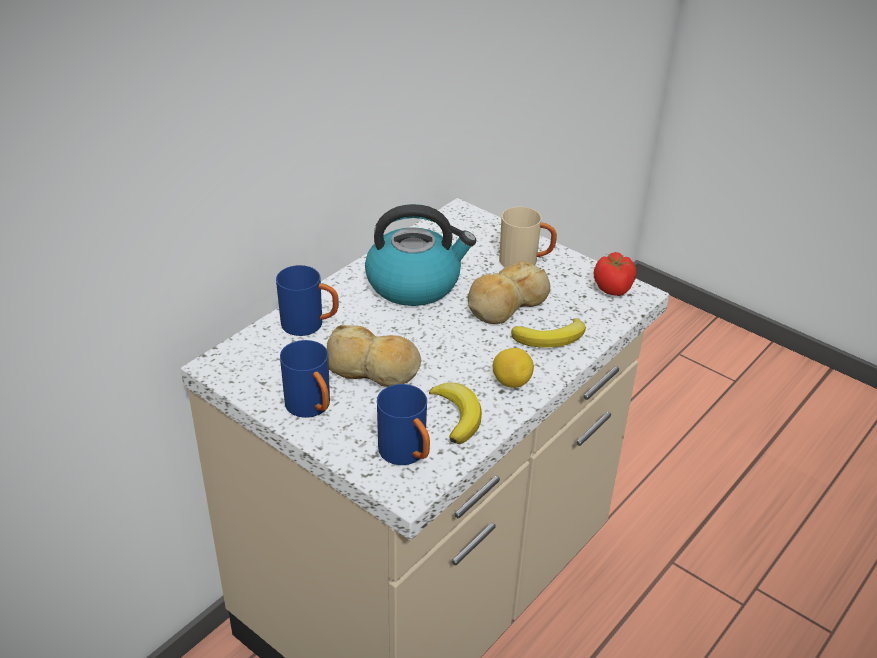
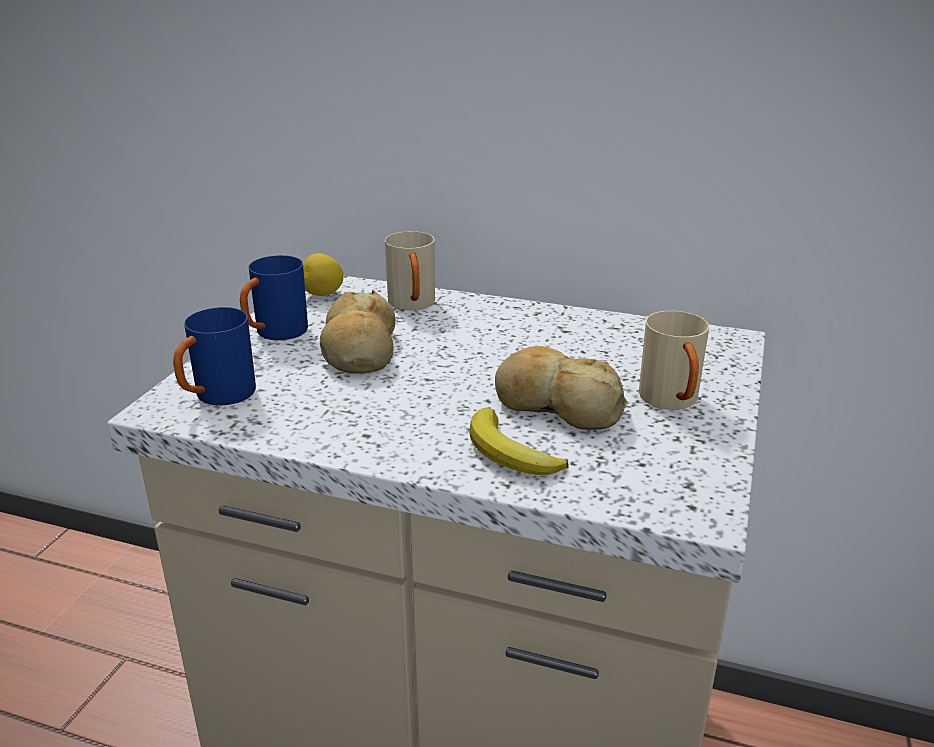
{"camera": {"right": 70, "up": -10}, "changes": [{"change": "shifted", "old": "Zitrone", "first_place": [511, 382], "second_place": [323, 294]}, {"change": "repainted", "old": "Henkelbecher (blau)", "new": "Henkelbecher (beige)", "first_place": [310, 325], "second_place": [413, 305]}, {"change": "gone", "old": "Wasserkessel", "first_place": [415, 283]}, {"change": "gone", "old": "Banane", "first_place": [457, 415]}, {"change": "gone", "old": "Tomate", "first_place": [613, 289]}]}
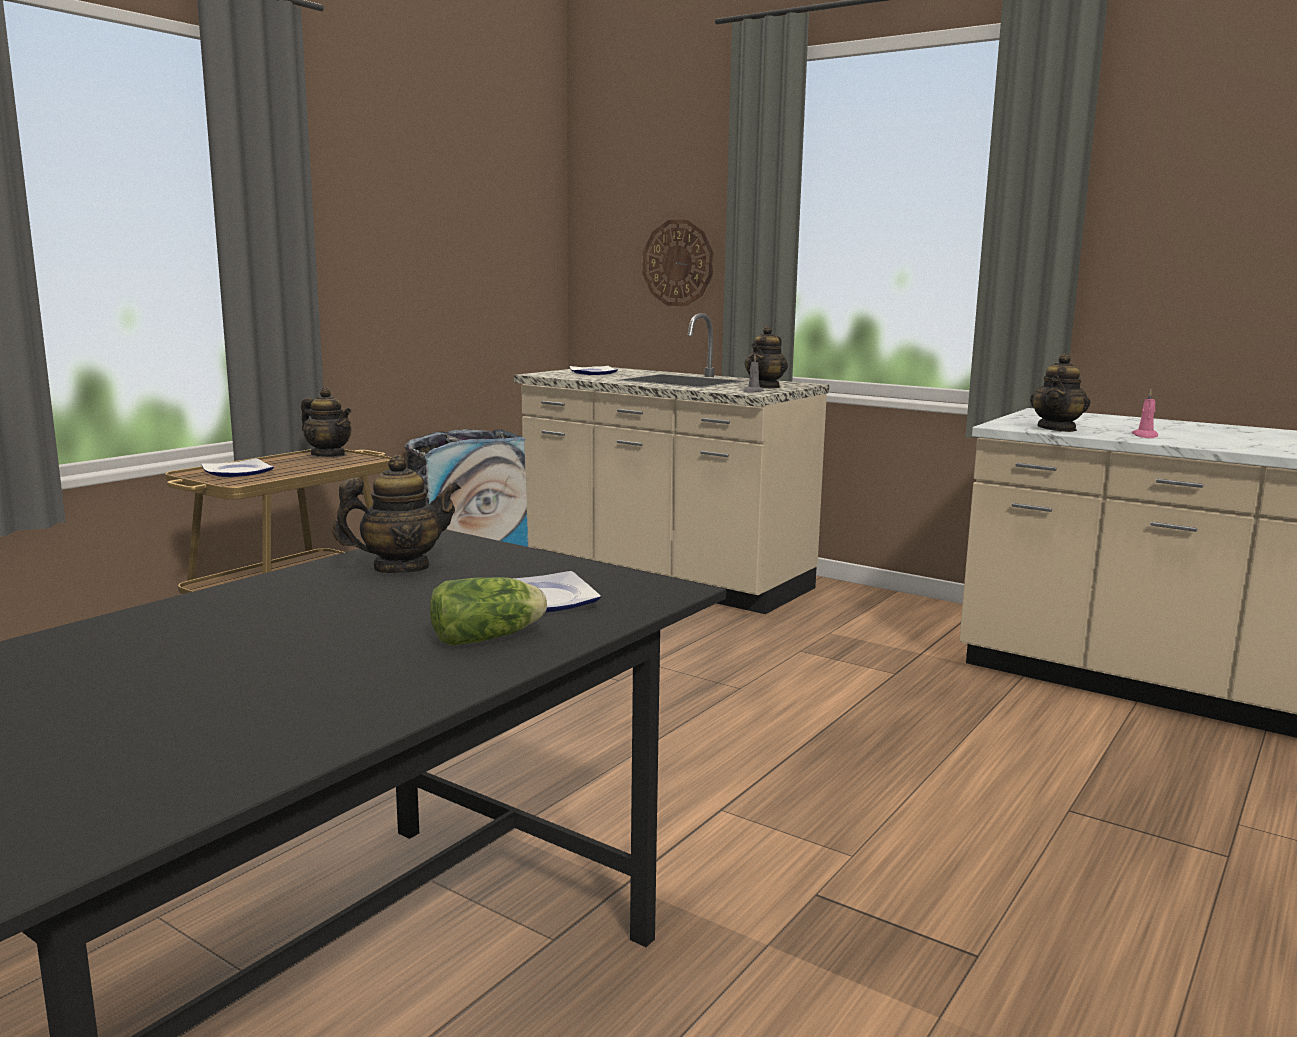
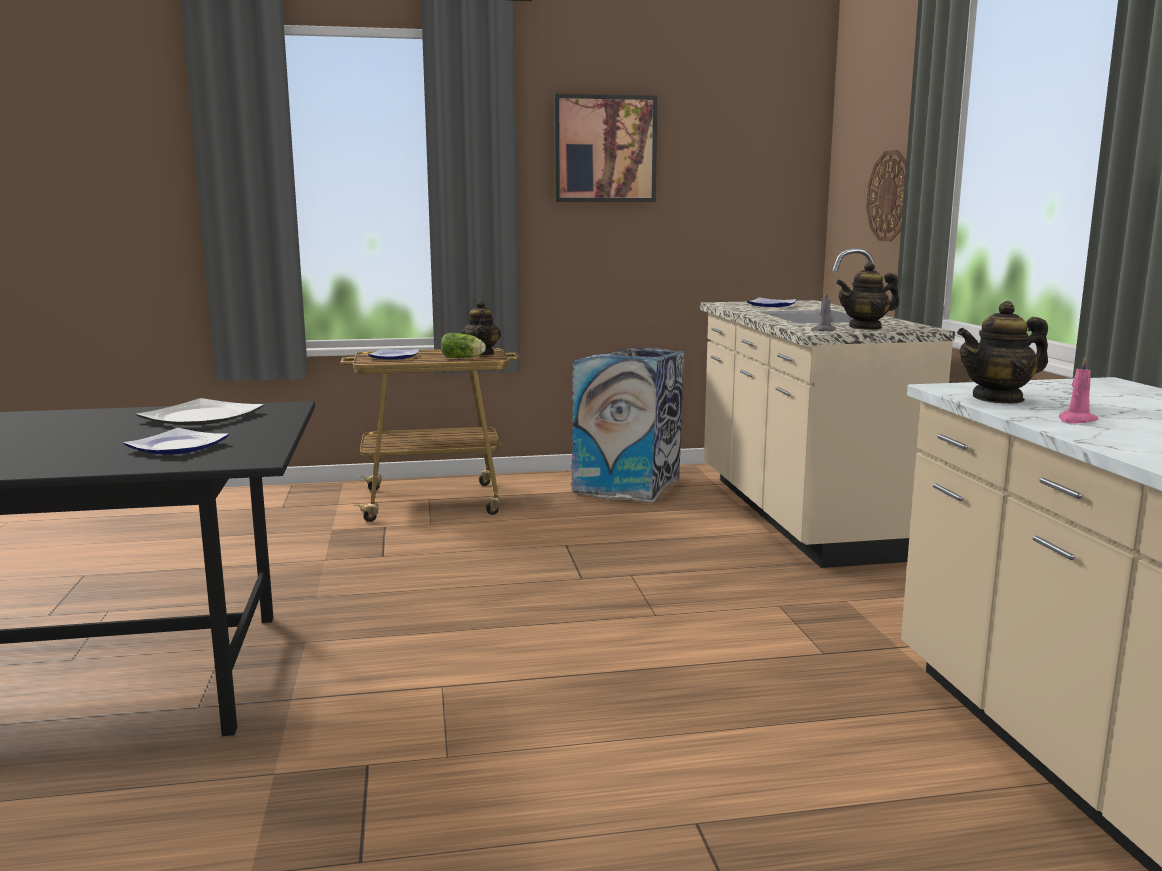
{"camera": {"right": 45, "up": 0}, "changes": [{"change": "swapped", "old": "Teekanne", "new": "Teller", "first_place": [400, 568], "second_place": [202, 417]}, {"change": "shifted", "old": "Salatkopf", "first_place": [491, 637], "second_place": [464, 358]}, {"change": "new", "new": "Bild", "second_place": [605, 149]}]}
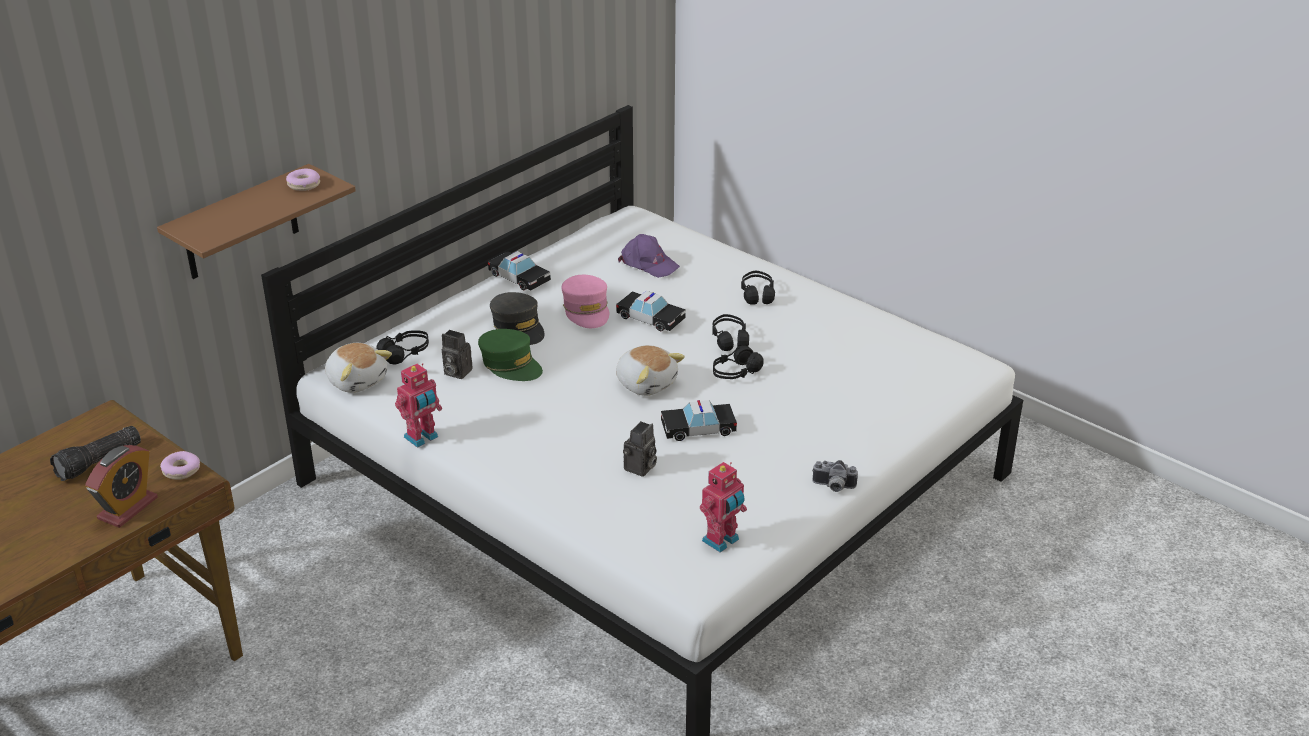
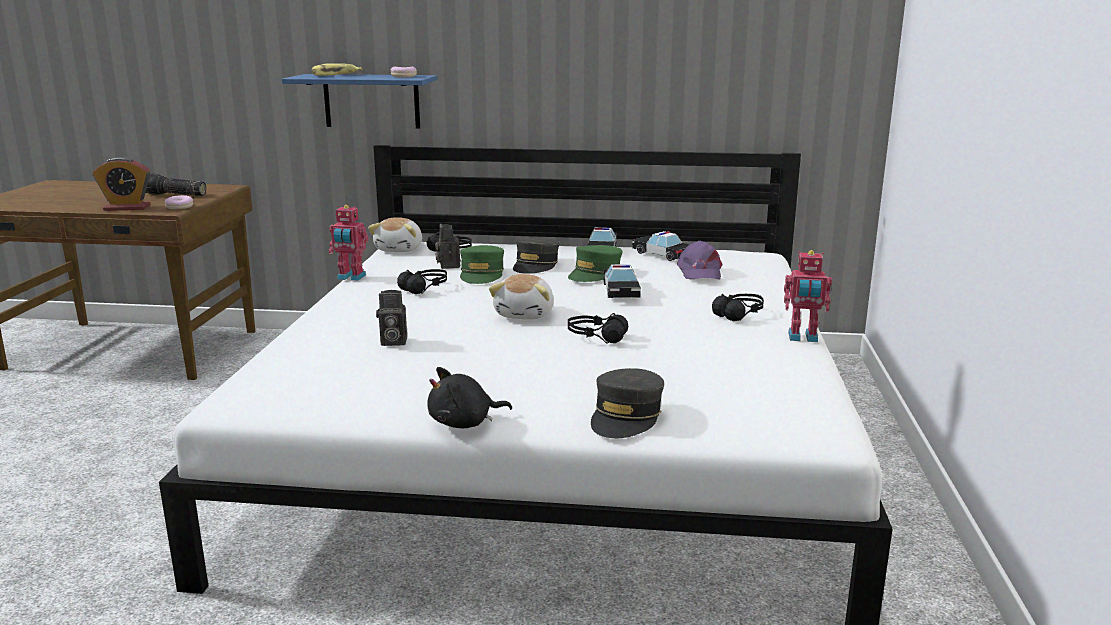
{"camera": {"right": 55, "up": -15}, "changes": [{"change": "repainted", "old": "Wandregal (braun)", "new": "Wandregal (blau)", "first_place": [240, 224], "second_place": [371, 101]}, {"change": "new", "new": "Banane", "second_place": [334, 75]}, {"change": "shifted", "old": "Kopfhörer (schwarz)", "first_place": [729, 339], "second_place": [424, 288]}, {"change": "swapped", "old": "Kamera", "new": "Plüschtier (schwarz)", "first_place": [833, 487], "second_place": [464, 423]}, {"change": "repainted", "old": "Kappe (rosa)", "new": "Kappe (grün)", "first_place": [586, 310], "second_place": [595, 274]}, {"change": "new", "new": "Kappe (grau)", "second_place": [626, 417]}, {"change": "shifted", "old": "Spielzeugauto", "first_place": [698, 428], "second_place": [662, 254]}, {"change": "shifted", "old": "Spielzeugroboter", "first_place": [722, 541], "second_place": [803, 338]}]}
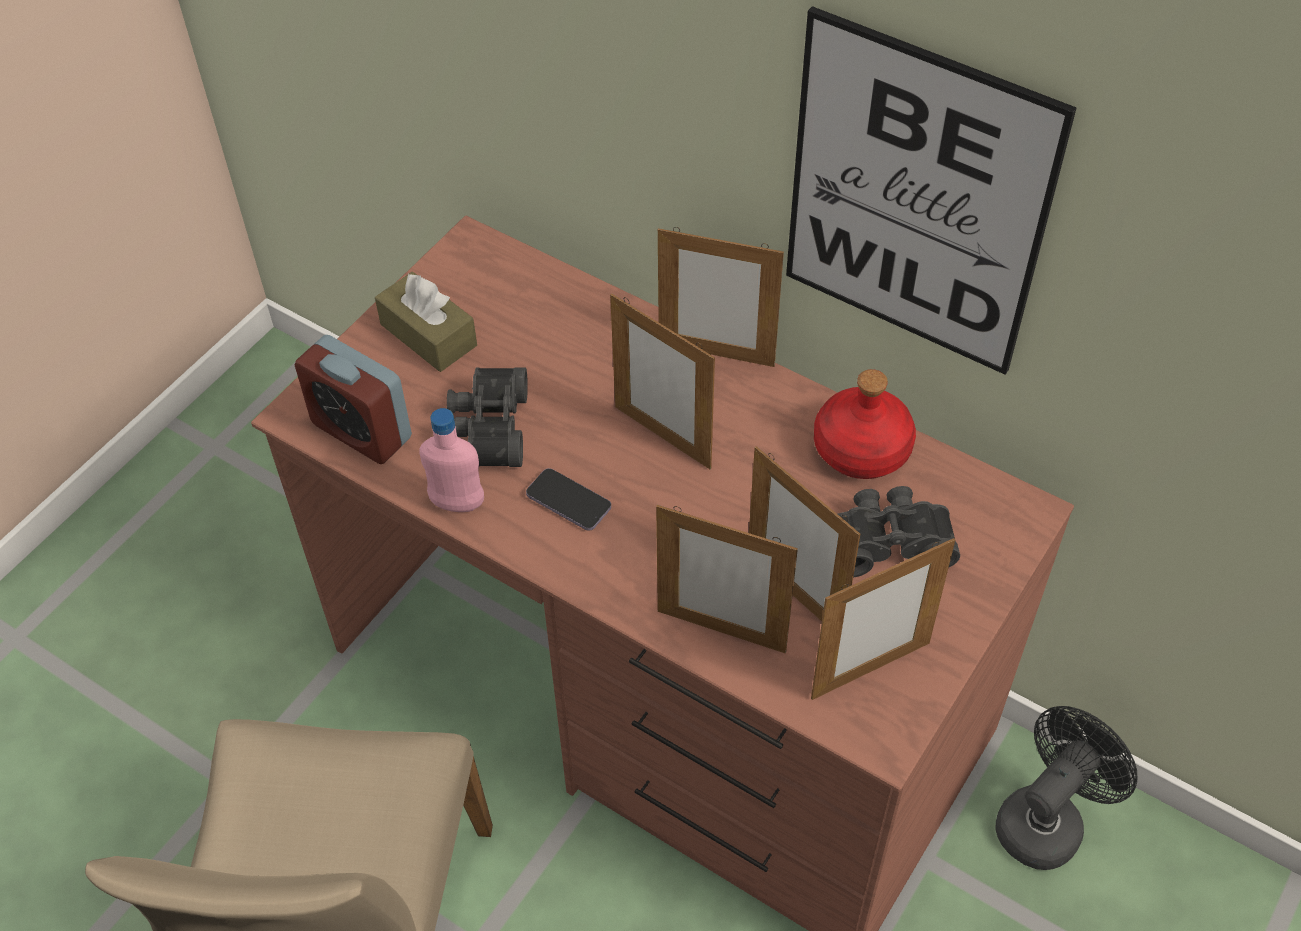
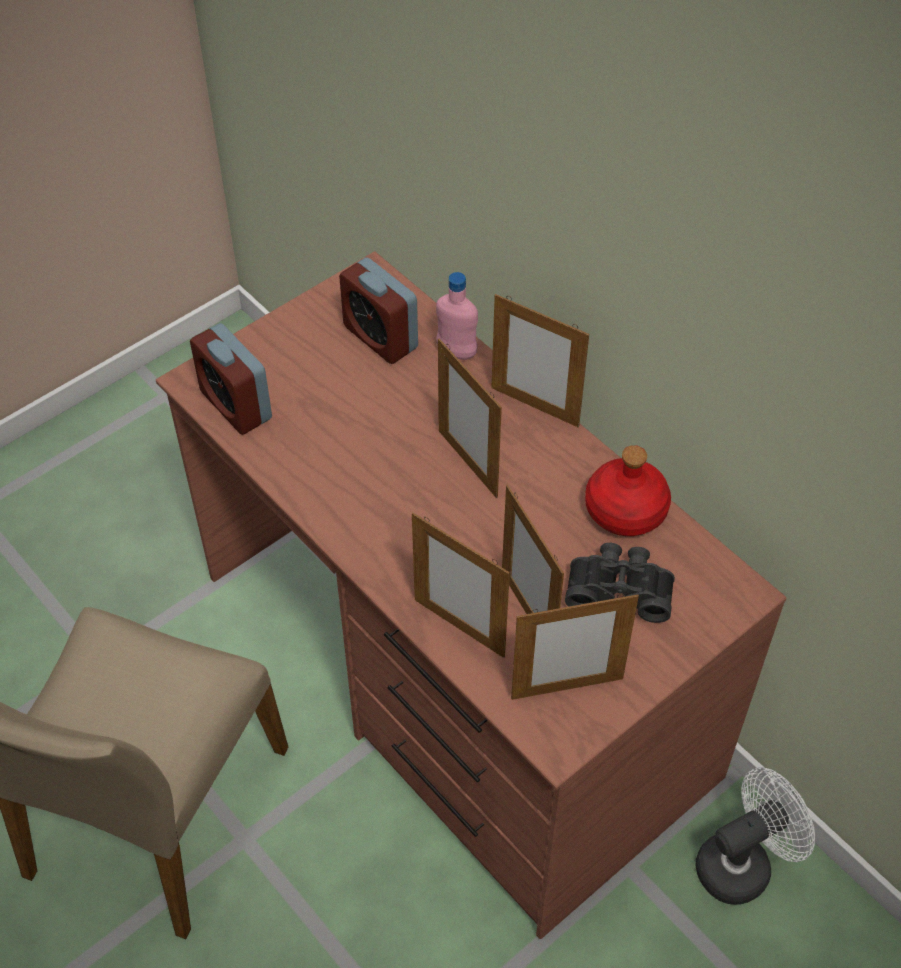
{"camera": {"right": 15, "up": 0}, "changes": [{"change": "new", "new": "Wecker", "second_place": [380, 337]}, {"change": "shifted", "old": "Flasche (rosa)", "first_place": [457, 503], "second_place": [456, 352]}, {"change": "repainted", "old": "Ventilator (schwarz)", "new": "Ventilator (weiß)", "first_place": [1046, 820], "second_place": [742, 863]}, {"change": "gone", "old": "Taschentuchbox (braun)", "first_place": [428, 335]}, {"change": "gone", "old": "Fernglas (schwarz)", "first_place": [487, 427]}, {"change": "gone", "old": "Handy", "first_place": [568, 501]}, {"change": "gone", "old": "Bild", "first_place": [916, 199]}]}
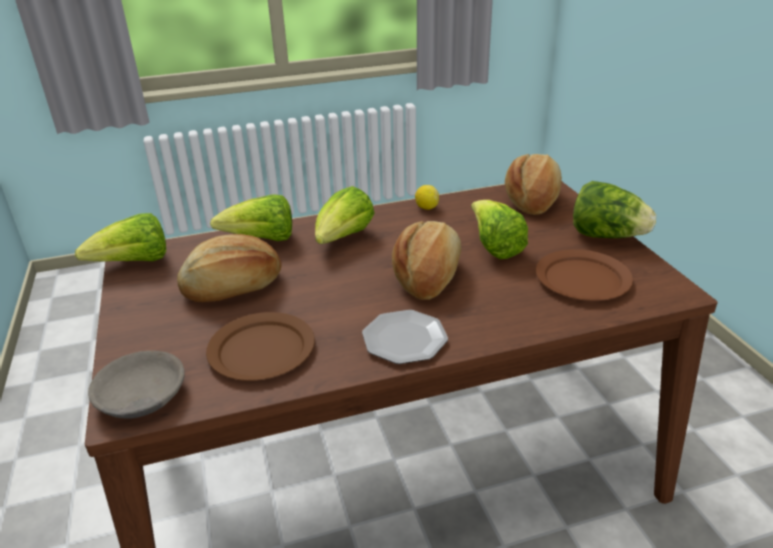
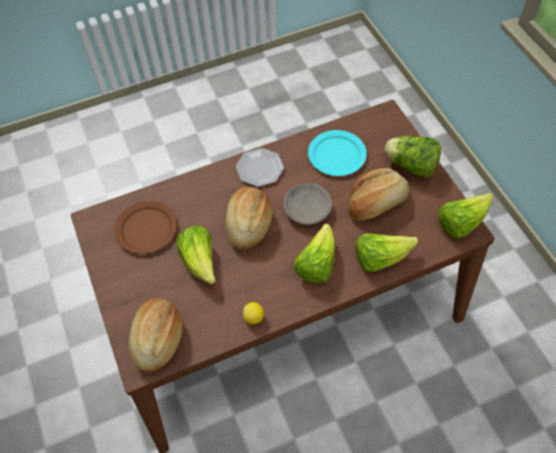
{"camera": {"right": 175, "up": 25}, "changes": [{"change": "shifted", "old": "Schüssel (grau)", "first_place": [140, 397], "second_place": [307, 208]}, {"change": "repainted", "old": "Teller (braun)", "new": "Teller (türkis)", "first_place": [261, 350], "second_place": [337, 155]}, {"change": "shifted", "old": "Salatkopf", "first_place": [606, 236], "second_place": [411, 166]}]}
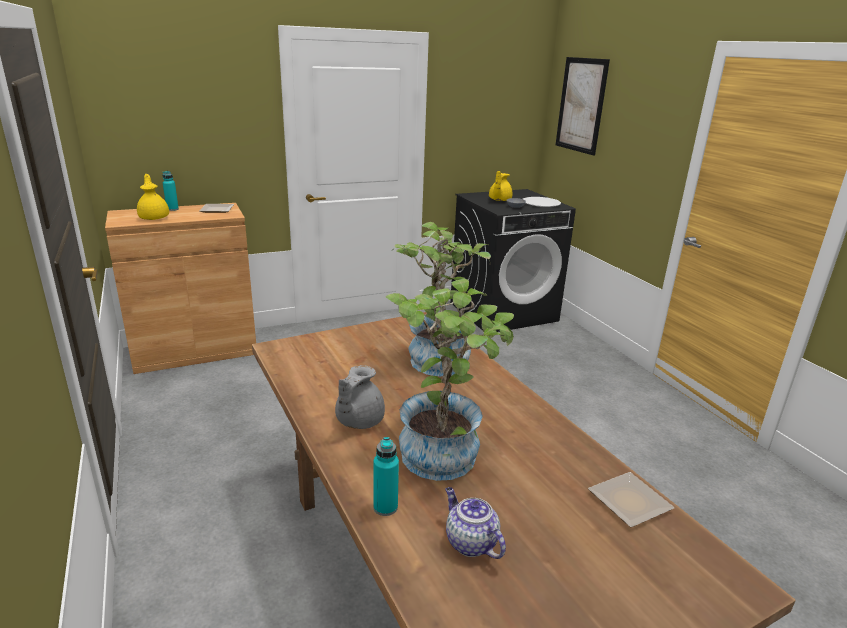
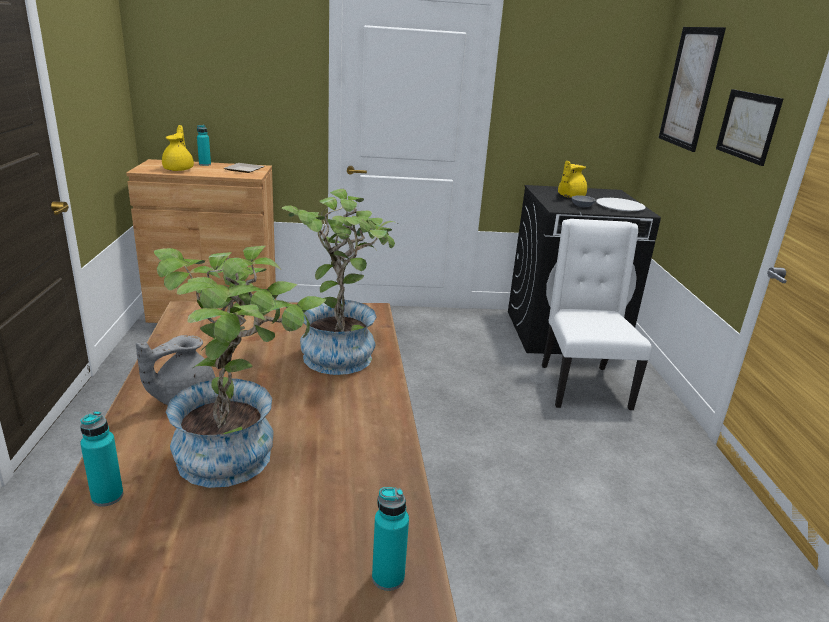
{"camera": {"right": 20, "up": 0}, "changes": [{"change": "swapped", "old": "Teller", "new": "Flasche (türkis)", "first_place": [626, 501], "second_place": [388, 577]}, {"change": "new", "new": "Stuhl (weiß)", "second_place": [582, 386]}, {"change": "new", "new": "Bild", "second_place": [748, 126]}, {"change": "gone", "old": "Teekanne", "first_place": [470, 542]}]}
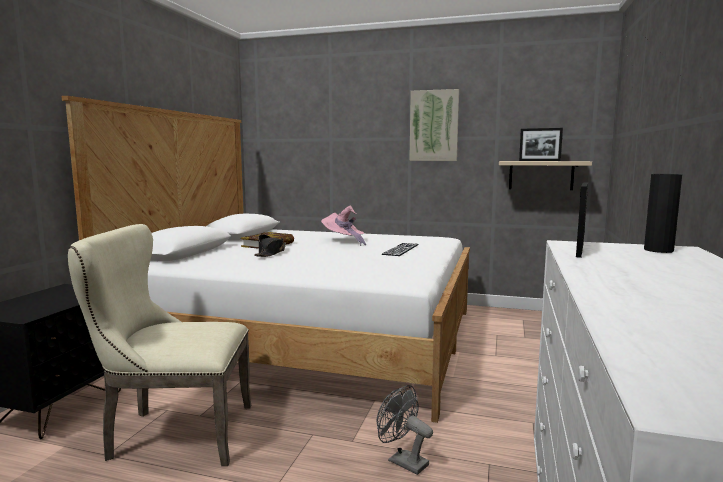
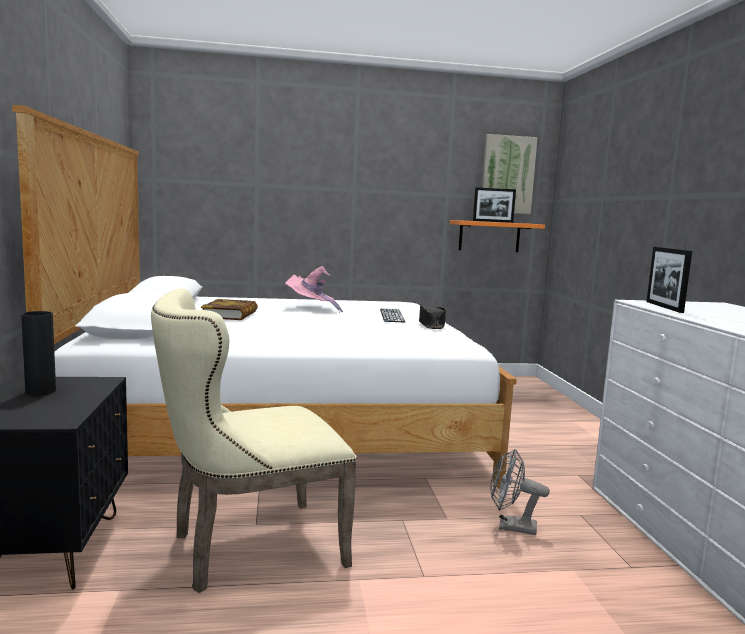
{"camera": {"right": -25, "up": 0}, "changes": [{"change": "shifted", "old": "Vase (schwarz)", "first_place": [658, 250], "second_place": [40, 391]}, {"change": "shifted", "old": "Hut (schwarz)", "first_place": [271, 253], "second_place": [431, 325]}, {"change": "repainted", "old": "Wandregal (beige)", "new": "Wandregal (orange)", "first_place": [541, 175], "second_place": [489, 236]}, {"change": "shifted", "old": "Bild", "first_place": [434, 126], "second_place": [507, 174]}]}
